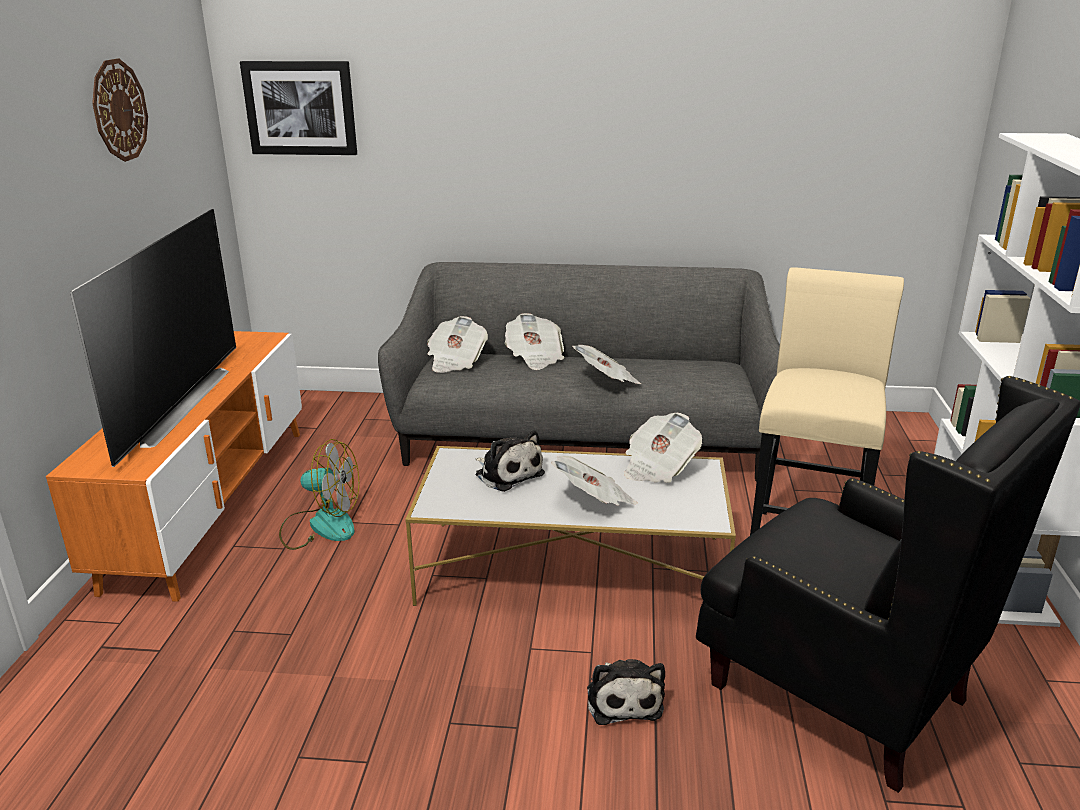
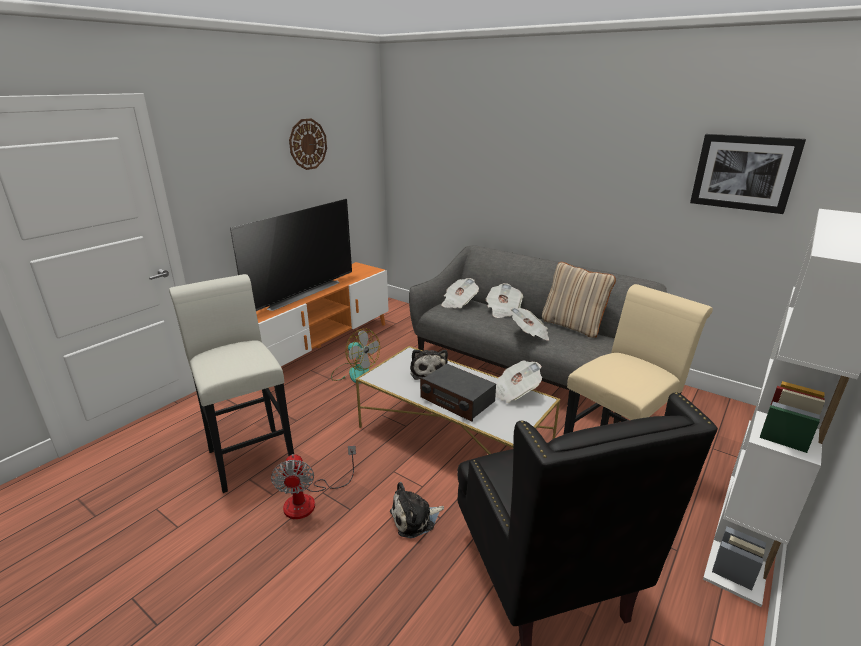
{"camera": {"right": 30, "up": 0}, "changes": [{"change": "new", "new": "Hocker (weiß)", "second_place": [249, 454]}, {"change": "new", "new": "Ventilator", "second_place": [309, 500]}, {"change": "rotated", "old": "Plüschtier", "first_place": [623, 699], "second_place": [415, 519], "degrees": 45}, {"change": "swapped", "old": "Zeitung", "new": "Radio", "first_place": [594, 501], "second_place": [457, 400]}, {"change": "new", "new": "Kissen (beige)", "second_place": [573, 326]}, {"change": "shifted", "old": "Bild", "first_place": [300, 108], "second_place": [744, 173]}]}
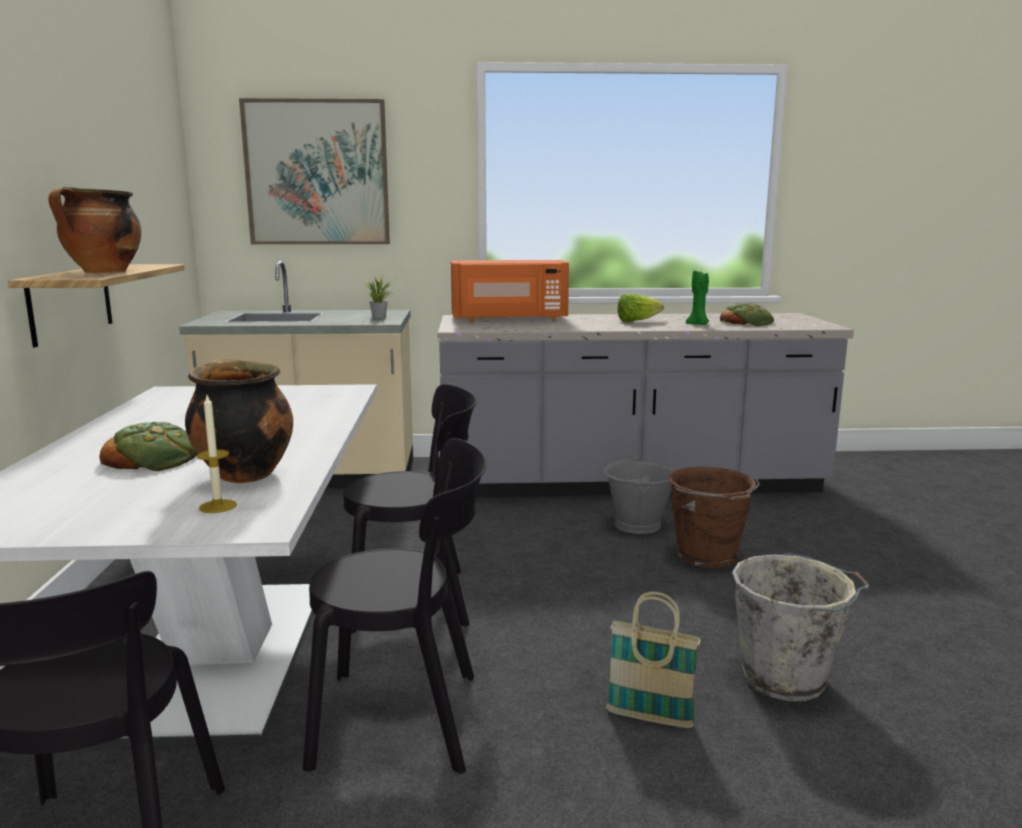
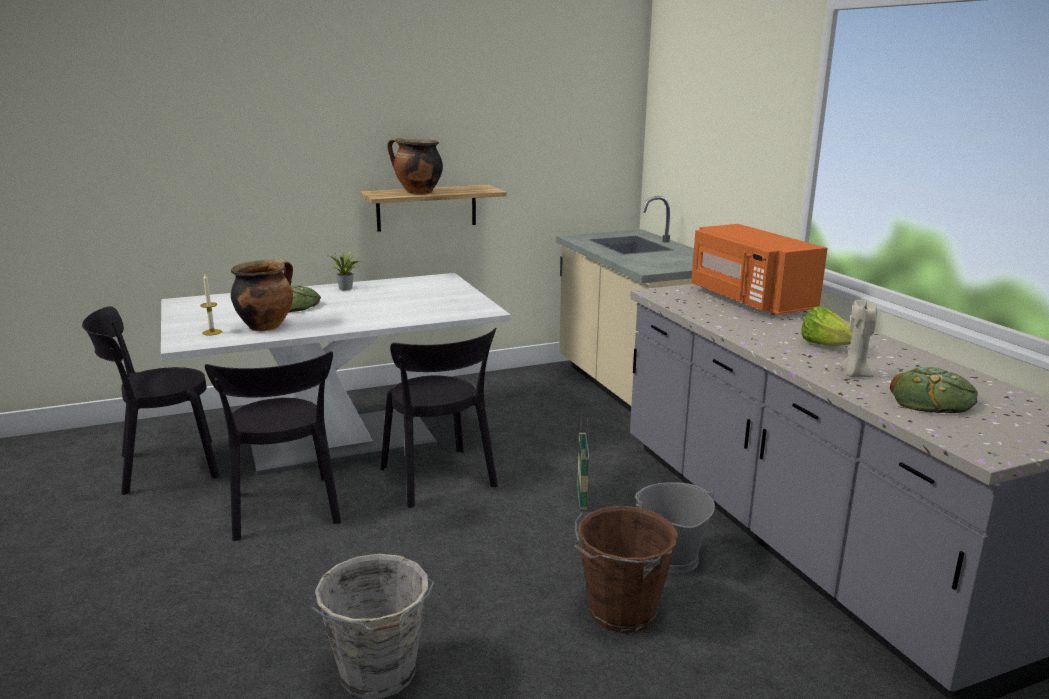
{"camera": {"right": 70, "up": 5}, "changes": [{"change": "shifted", "old": "Topfpflanze", "first_place": [381, 317], "second_place": [346, 289]}, {"change": "shifted", "old": "Korb", "first_place": [649, 718], "second_place": [581, 498]}, {"change": "repainted", "old": "Kerze (grün)", "new": "Kerze (beige)", "first_place": [698, 324], "second_place": [854, 374]}, {"change": "gone", "old": "Bild", "first_place": [317, 173]}]}
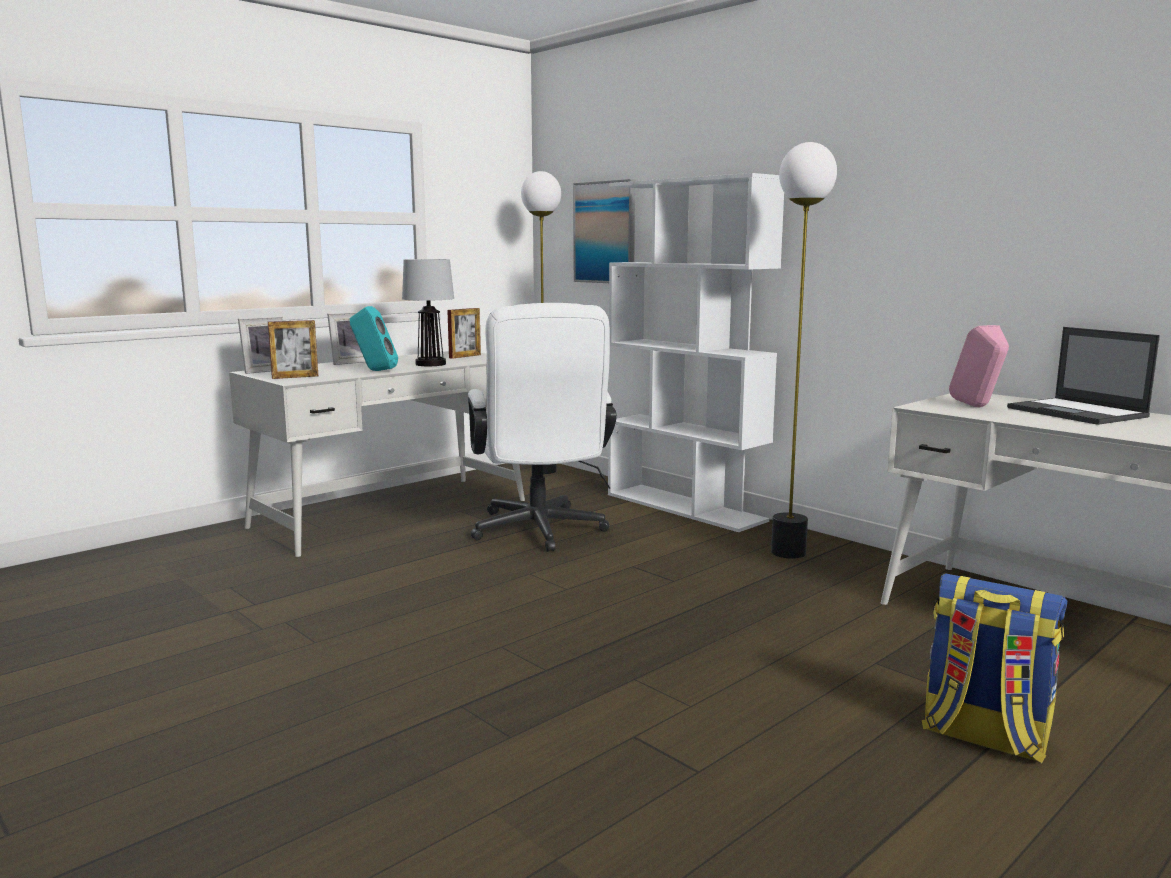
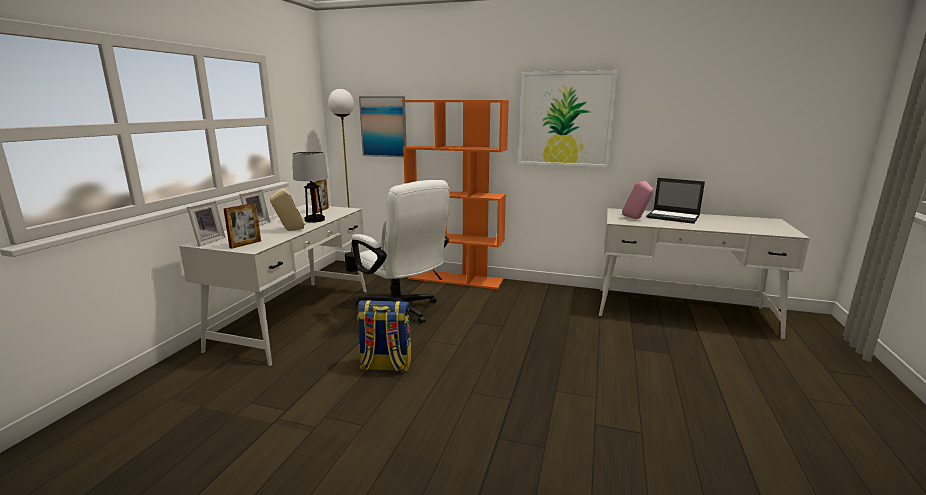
{"camera": {"right": -30, "up": 5}, "changes": [{"change": "repainted", "old": "Lautsprecher (türkis)", "new": "Lautsprecher (beige)", "first_place": [374, 370], "second_place": [289, 230]}, {"change": "shifted", "old": "Rucksack", "first_place": [983, 737], "second_place": [385, 365]}, {"change": "repainted", "old": "Bücherregal (weiß)", "new": "Bücherregal (orange)", "first_place": [685, 507], "second_place": [456, 279]}, {"change": "new", "new": "Bild", "second_place": [565, 119]}, {"change": "gone", "old": "Stehlampe", "first_place": [789, 552]}]}
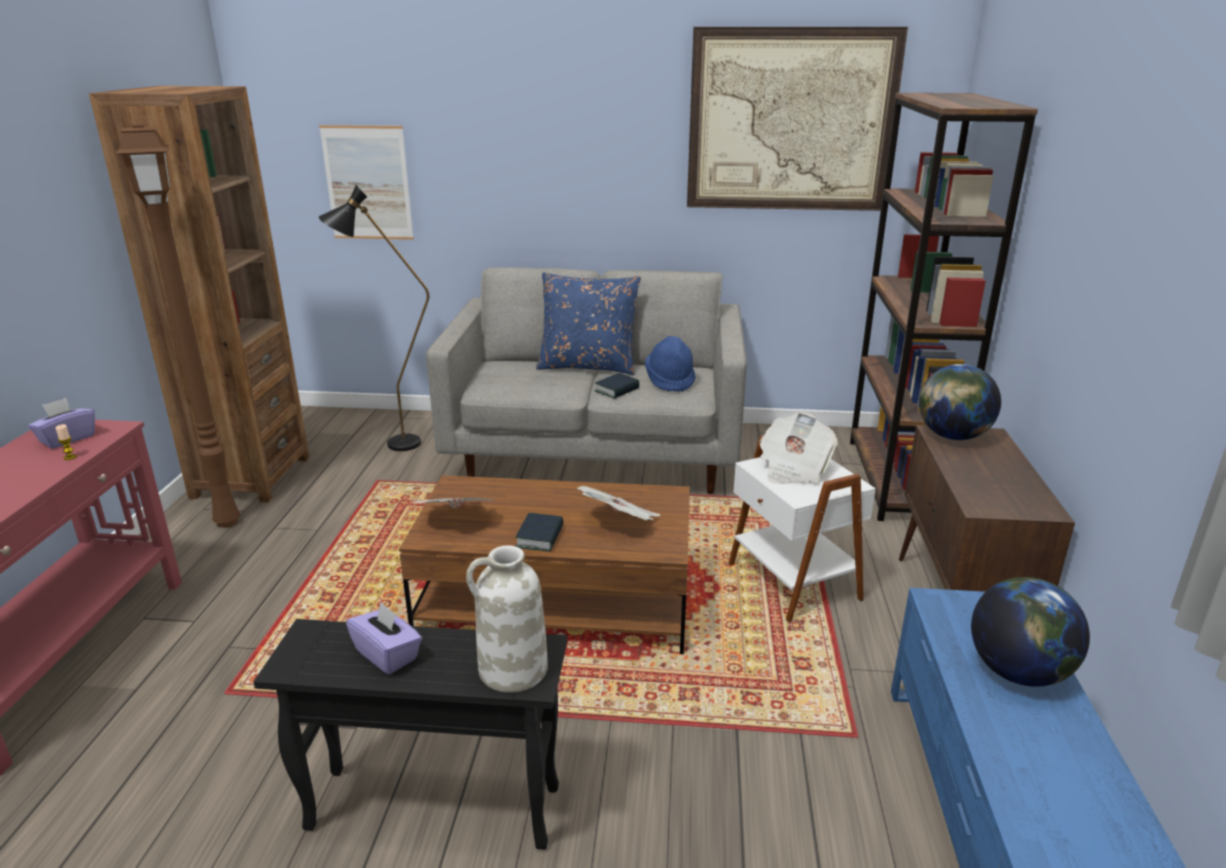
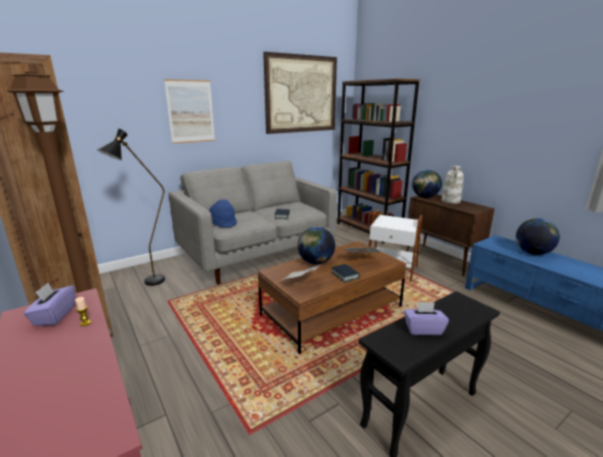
{"camera": {"right": -40, "up": -5}, "changes": [{"change": "shifted", "old": "Bild", "first_place": [367, 183], "second_place": [190, 111]}, {"change": "shifted", "old": "Hut (blau)", "first_place": [670, 381], "second_place": [222, 223]}, {"change": "new", "new": "Globus", "second_place": [315, 262]}, {"change": "shifted", "old": "Vase (weiß)", "first_place": [512, 670], "second_place": [451, 201]}, {"change": "gone", "old": "Kissen (blau)", "first_place": [588, 366]}, {"change": "gone", "old": "Zeitung", "first_place": [793, 468]}]}
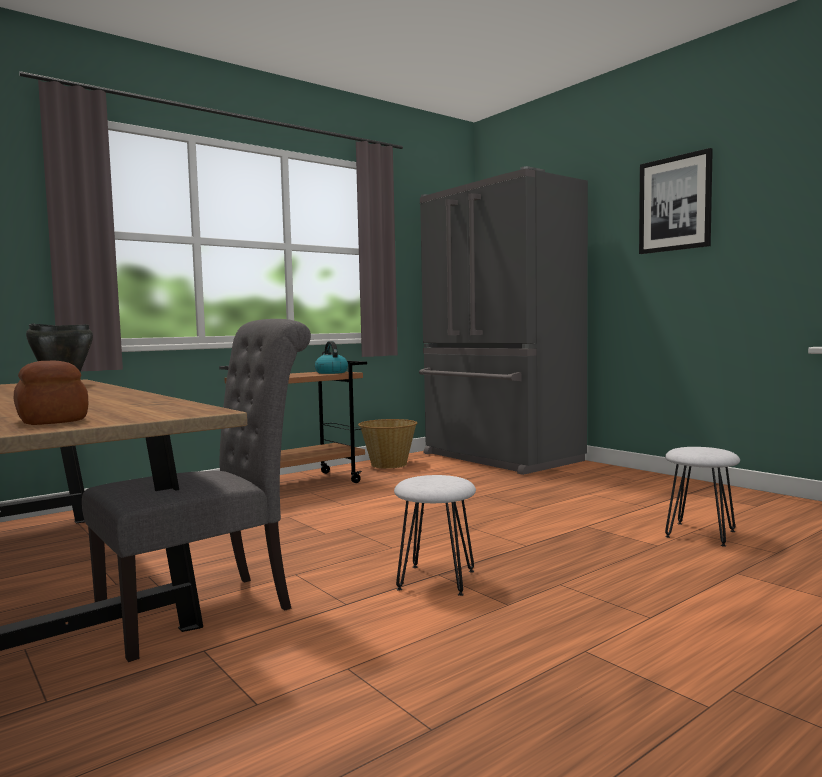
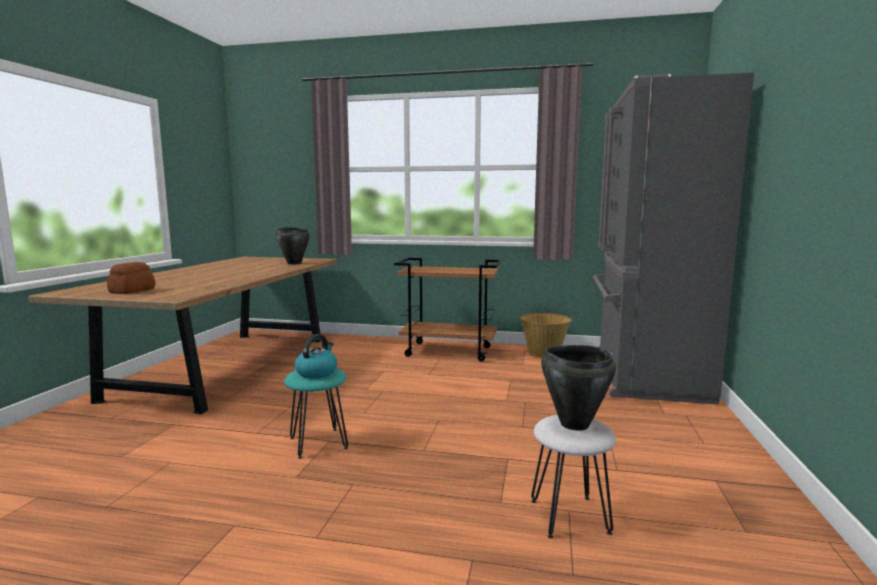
{"camera": {"right": 50, "up": 5}, "changes": [{"change": "repainted", "old": "Hocker (weiß)", "new": "Hocker (türkis)", "first_place": [437, 580], "second_place": [318, 443]}, {"change": "shifted", "old": "Wasserkessel", "first_place": [331, 372], "second_place": [317, 372]}, {"change": "new", "new": "Kochtopf (schwarz)", "second_place": [574, 424]}, {"change": "gone", "old": "Stuhl (grau)", "first_place": [208, 610]}, {"change": "gone", "old": "Bild", "first_place": [675, 204]}]}
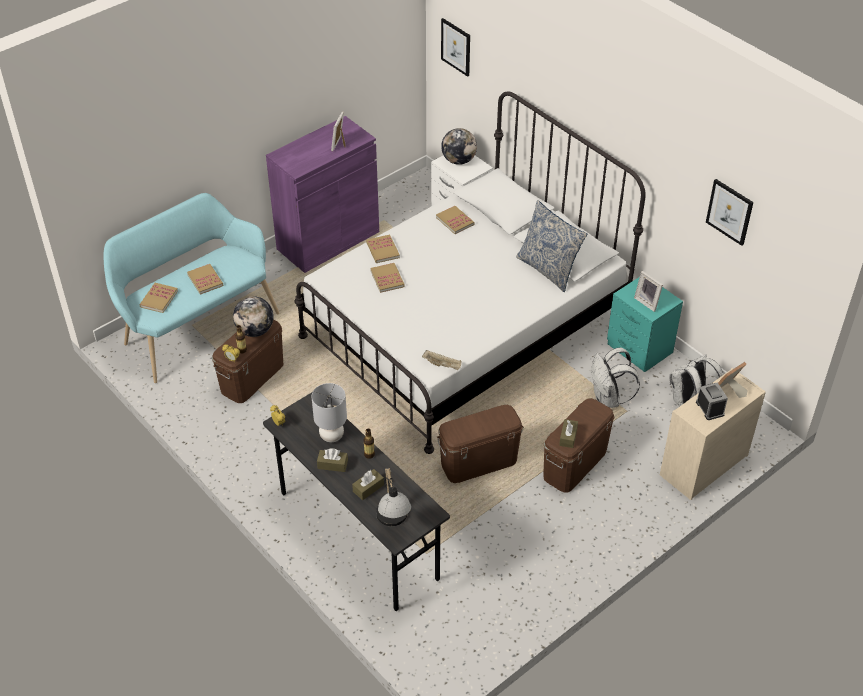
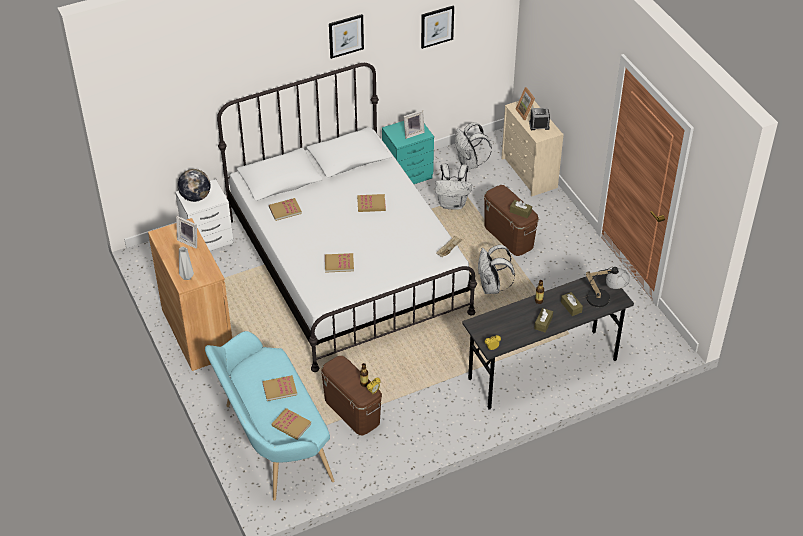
{"camera": {"right": -75, "up": 0}, "changes": [{"change": "repainted", "old": "Schrank (lila)", "new": "Schrank (braun)", "first_place": [328, 240], "second_place": [197, 332]}, {"change": "new", "new": "Vase (grau)", "second_place": [187, 277]}, {"change": "shifted", "old": "Bild", "first_place": [456, 47], "second_place": [346, 35]}, {"change": "shifted", "old": "Buch", "first_place": [382, 250], "second_place": [371, 204]}, {"change": "swapped", "old": "Aufbewahrungsbox (braun)", "new": "Rucksack (weiß)", "first_place": [478, 463], "second_place": [492, 287]}, {"change": "gone", "old": "Globus", "first_place": [255, 330]}, {"change": "gone", "old": "Tischlampe (grau)", "first_place": [332, 436]}, {"change": "gone", "old": "Kissen", "first_place": [548, 269]}]}
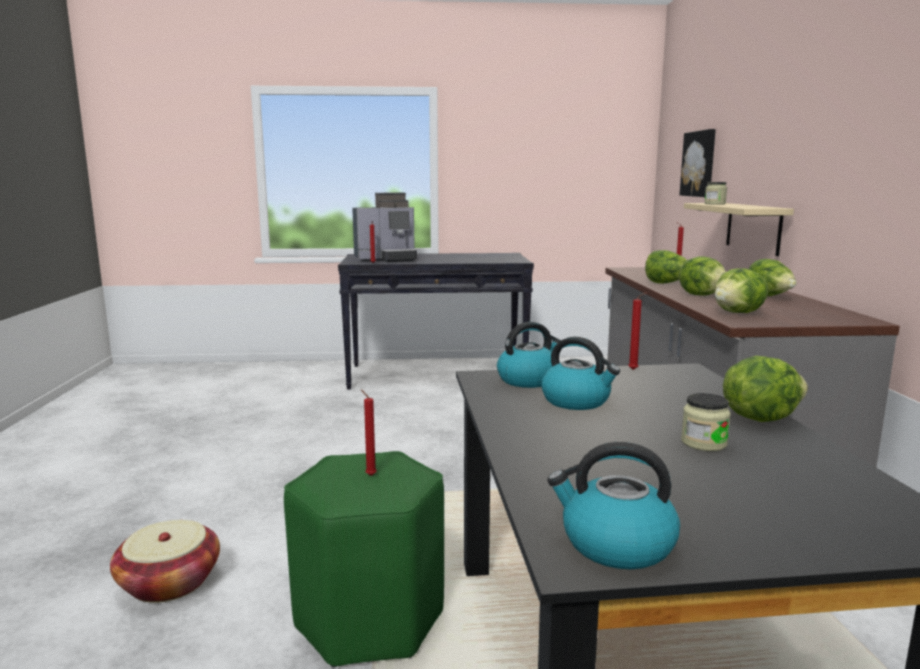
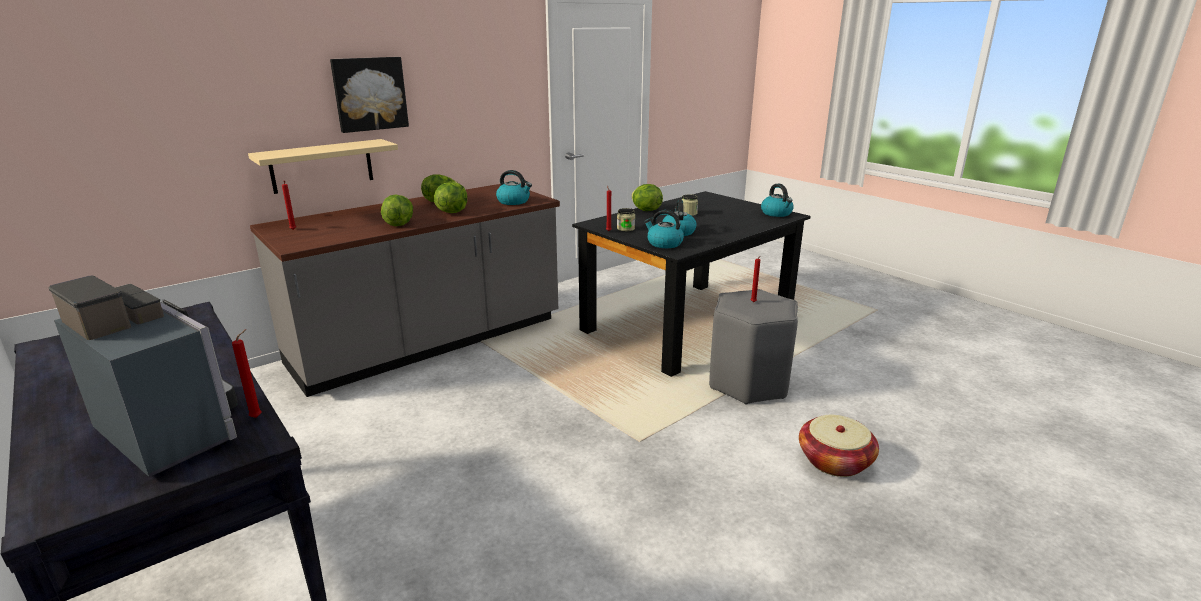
{"camera": {"right": -125, "up": 10}, "changes": [{"change": "shifted", "old": "Bild", "first_place": [700, 164], "second_place": [369, 94]}, {"change": "swapped", "old": "Salatkopf", "new": "Wasserkessel", "first_place": [738, 313], "second_place": [514, 201]}, {"change": "shifted", "old": "Vorratsglas", "first_place": [715, 204], "second_place": [625, 228]}, {"change": "repainted", "old": "Hocker (grün)", "new": "Hocker (grau)", "first_place": [370, 618], "second_place": [748, 383]}]}
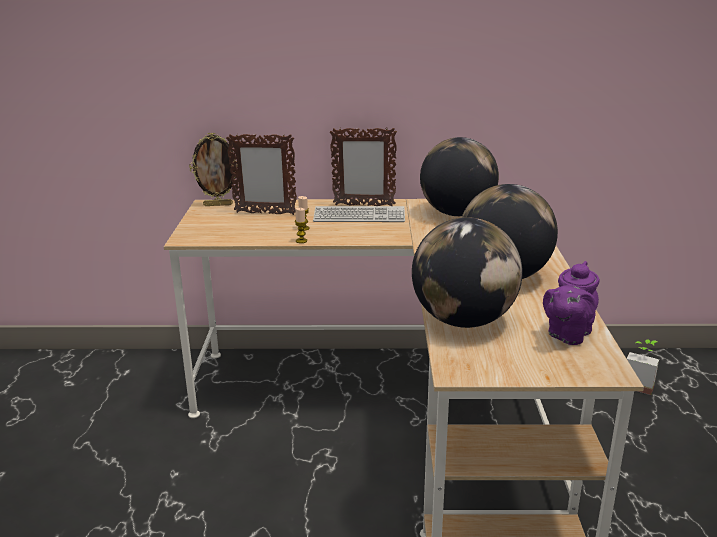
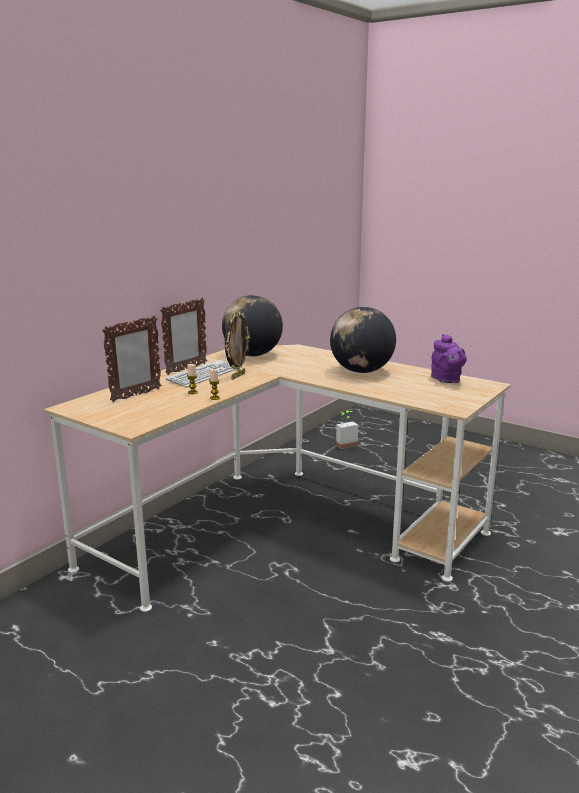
{"camera": {"right": -55, "up": -5}, "changes": [{"change": "shifted", "old": "Bilderrahmen", "first_place": [218, 204], "second_place": [237, 376]}, {"change": "gone", "old": "Globus", "first_place": [463, 321]}]}
